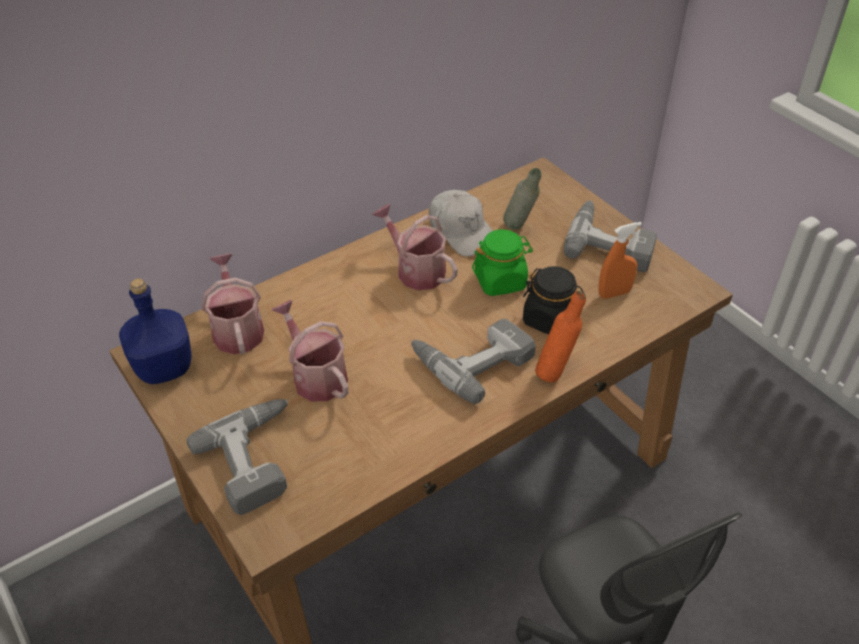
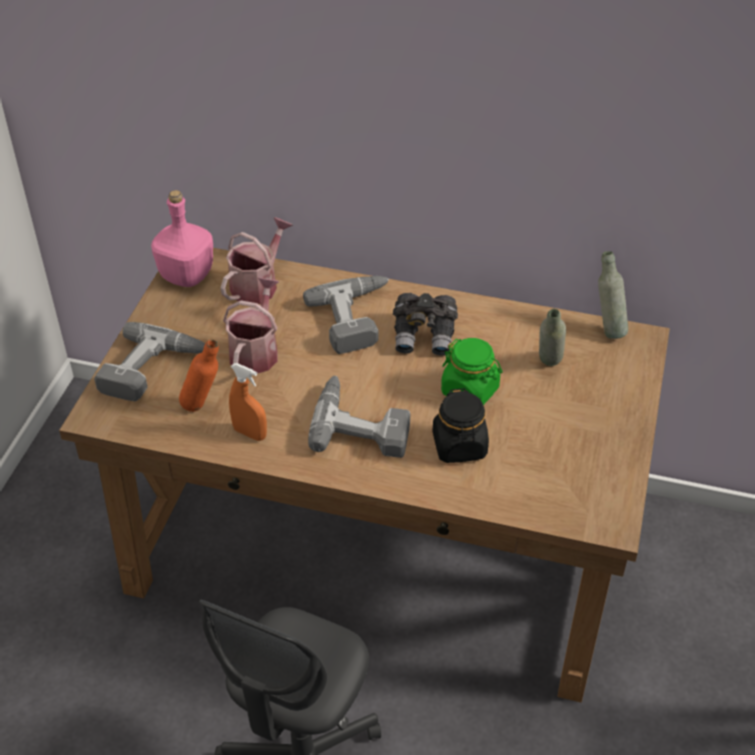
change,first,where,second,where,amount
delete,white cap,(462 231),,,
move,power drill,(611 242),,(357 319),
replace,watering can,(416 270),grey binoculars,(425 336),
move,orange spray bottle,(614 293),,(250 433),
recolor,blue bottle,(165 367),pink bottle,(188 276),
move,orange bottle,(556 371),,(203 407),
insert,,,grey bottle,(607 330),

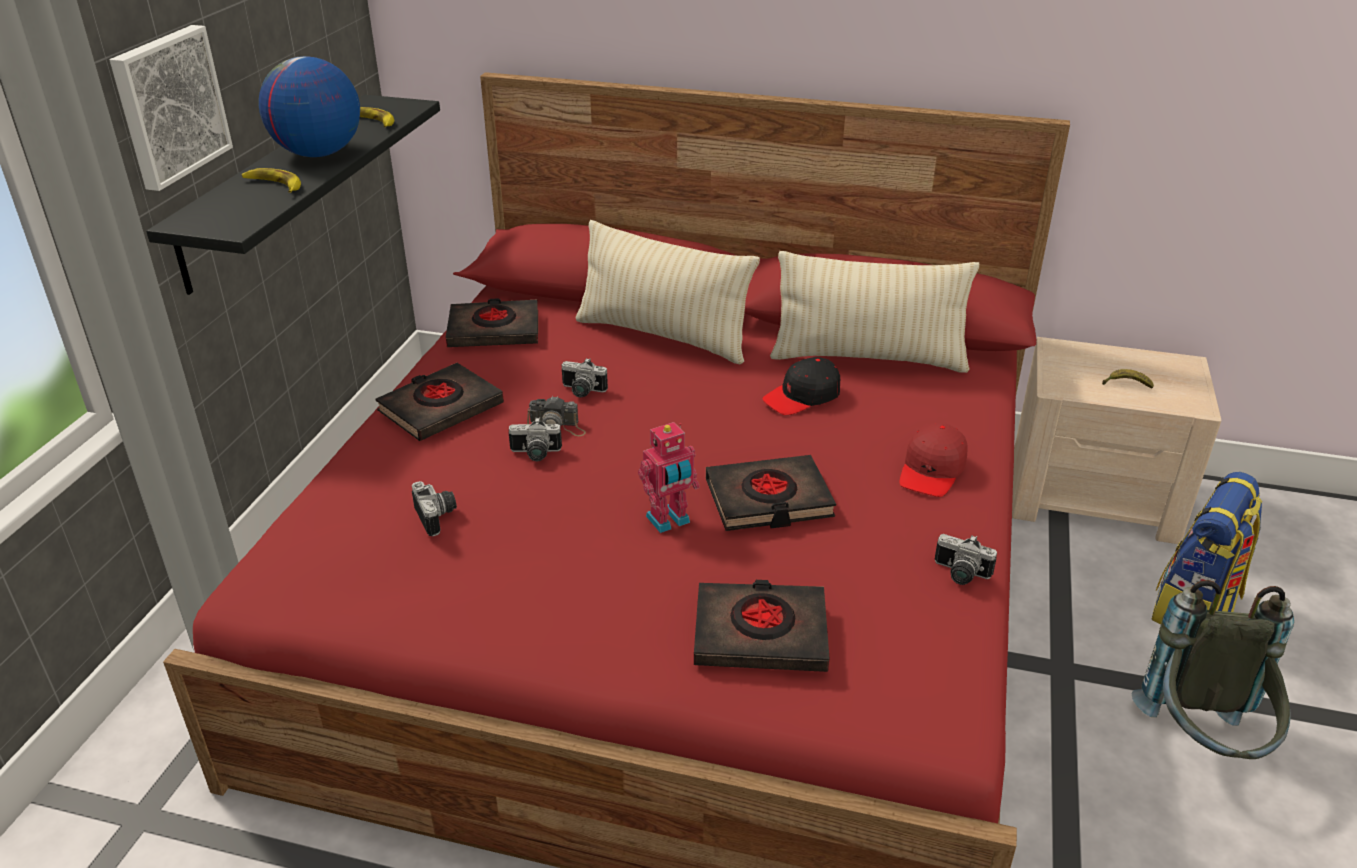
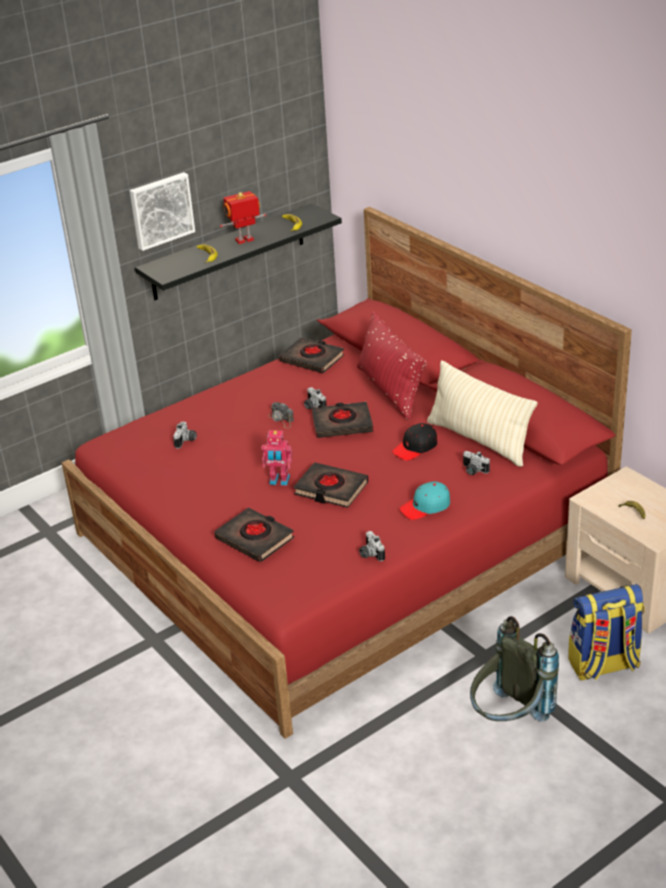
change,first,where,second,where,amount
replace,globe,(318 154),toy robot,(245 240),
recolor,beige pillow,(663 336),red pillow,(390 390),
rotate,black cap,(802 397),,(415 448),45 degrees counterclockwise
move,black book,(440 408),,(342 424),
move,photo camera,(535 454),,(473 471),
recolor,red cap,(932 470),turquoise cap,(425 507),

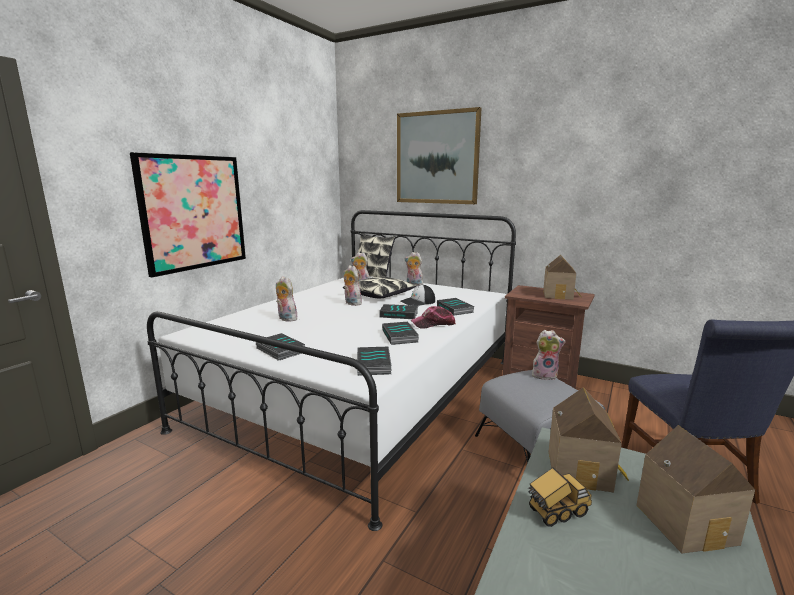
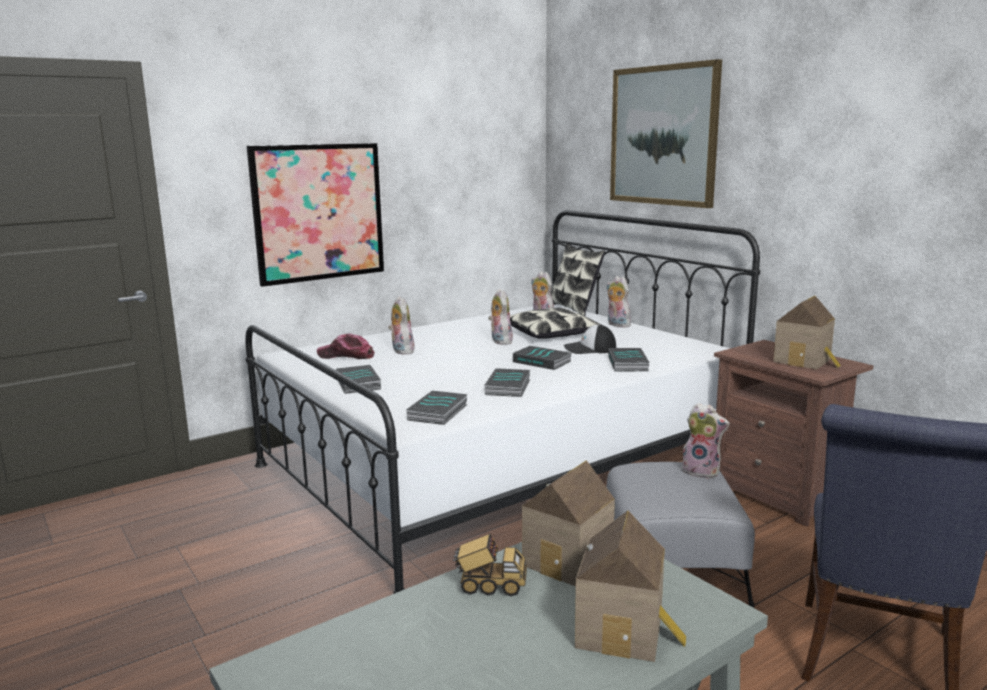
change,first,where,second,where,amount
move,cap,(433 324),,(346 356),

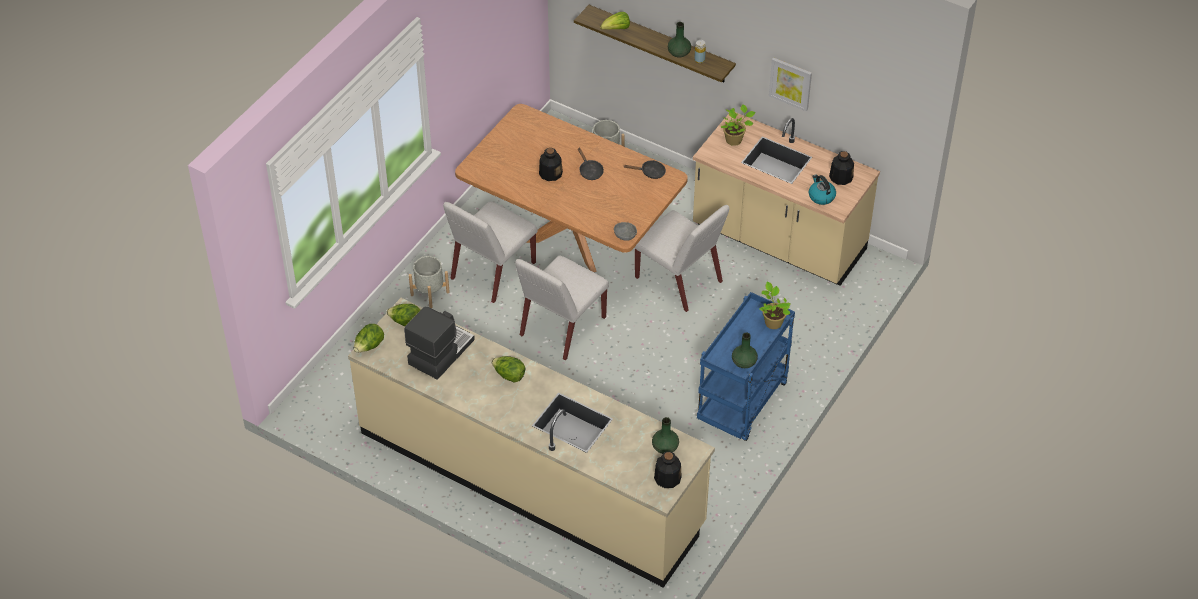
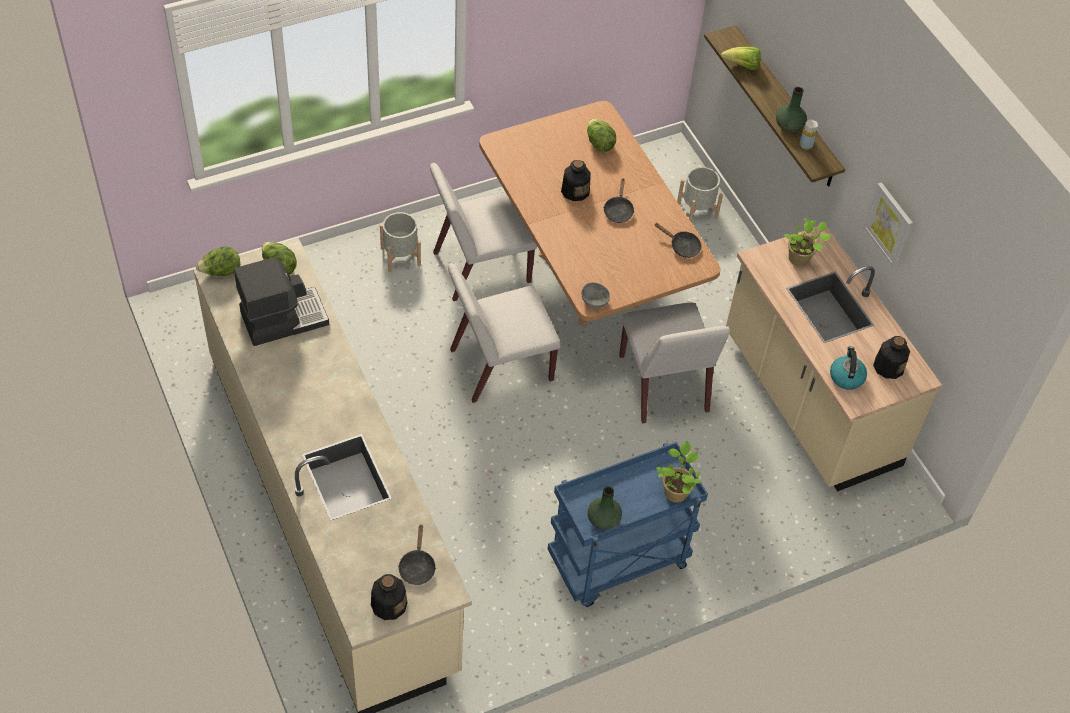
change,first,where,second,where,amount
move,lettuce,(509 375),,(599 143),
replace,green vase,(664 447),black frying pan,(417 566),

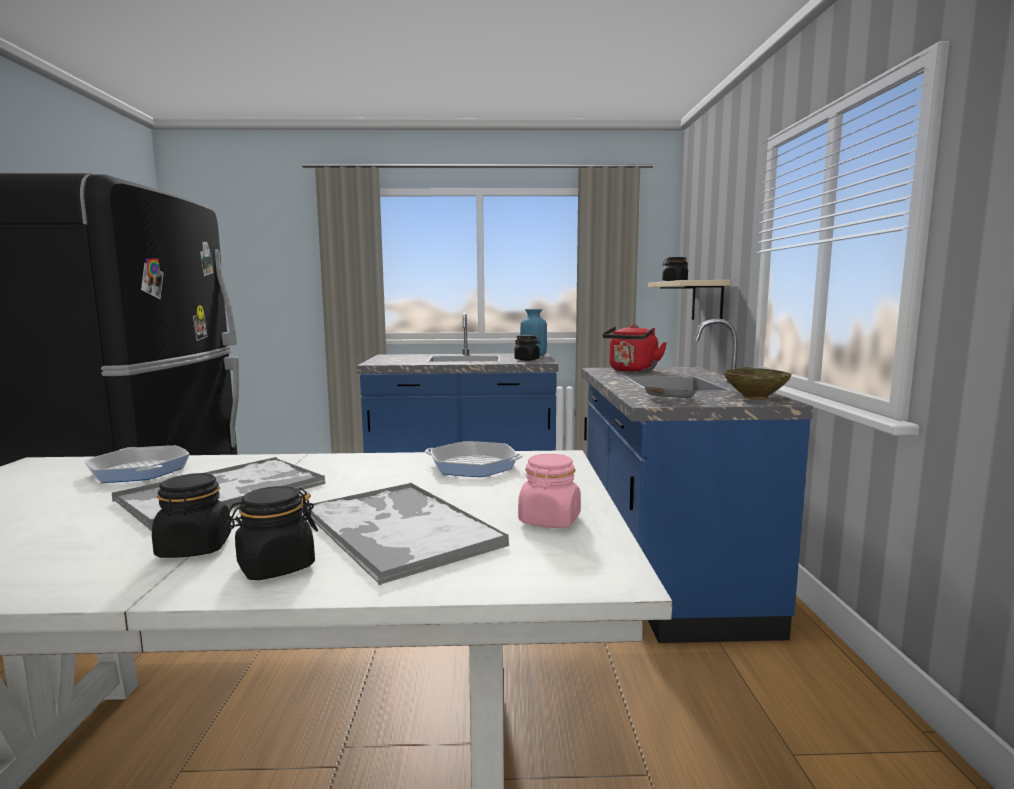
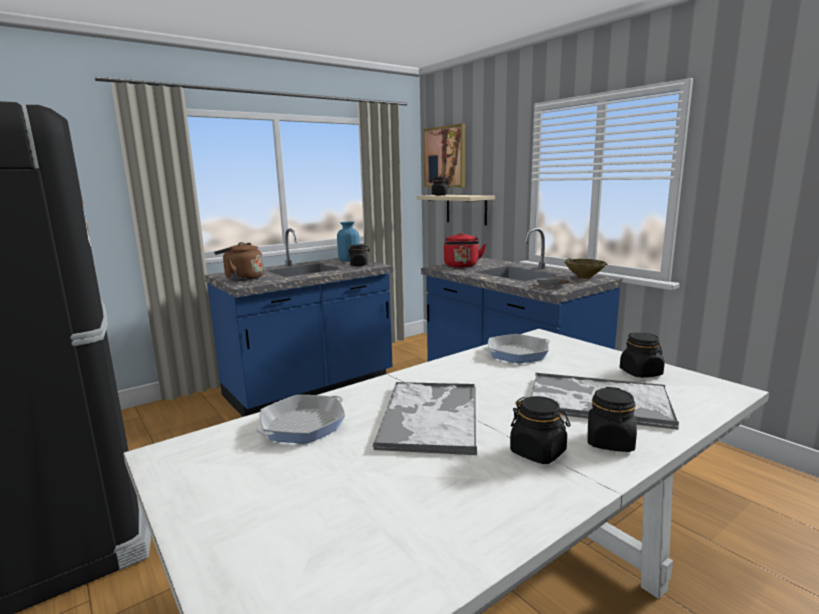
change,first,where,second,where,amount
rotate,frying pan,(139 471),,(303 425),120 degrees clockwise
recolor,pink jar,(549 520),black jar,(641 373),
insert,,,picture,(445 157),
insert,,,brown kettle,(242 278),

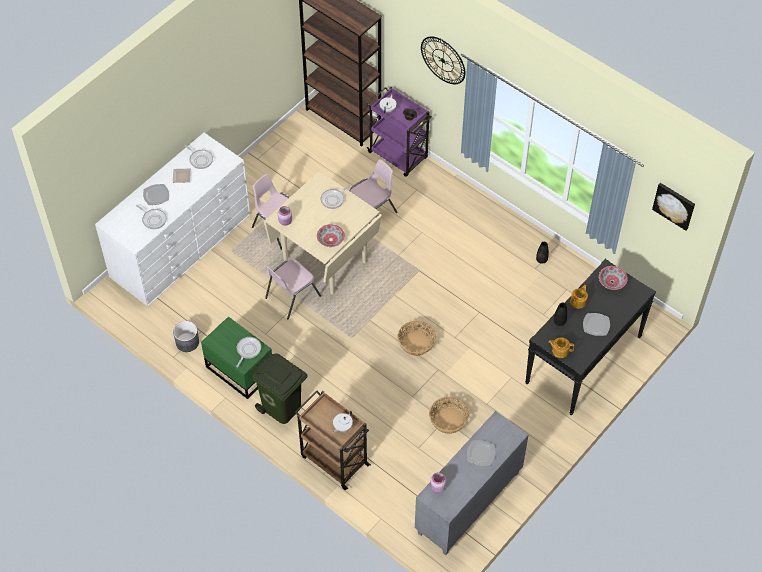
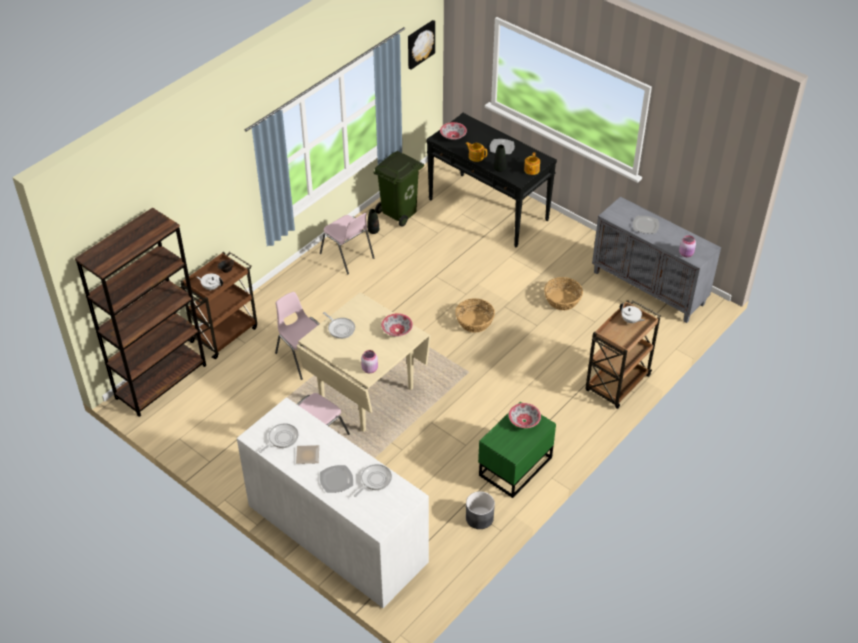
change,first,where,second,where,amount
delete,wall clock,(443 60),,,
recolor,purple cart,(398 156),brown cart,(225 334),
move,pink chair,(291 297),,(347 256),
replace,frying pan,(248 350),bowl,(524 421),
move,green trash can,(281 407),,(399 212),

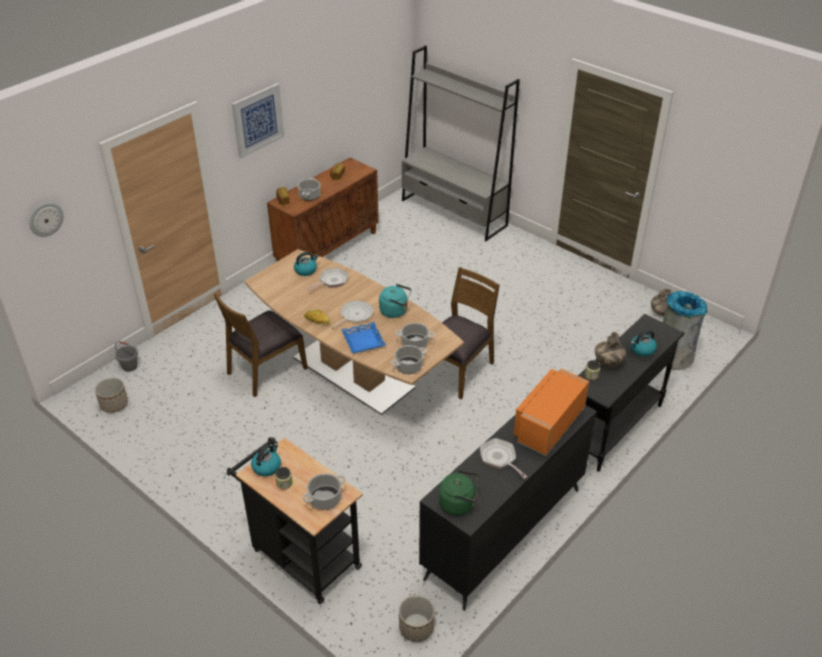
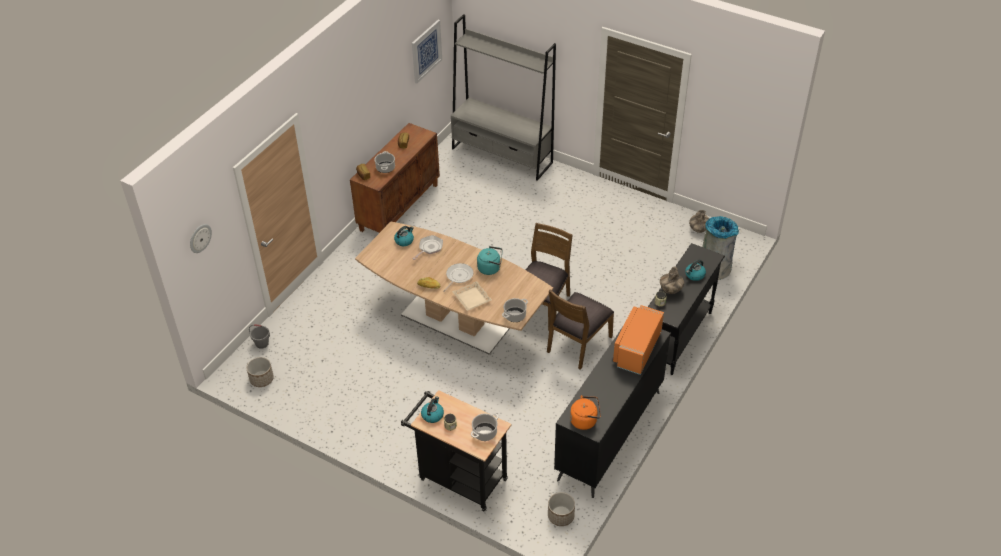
change,first,where,second,where,amount
move,picture,(258 120),,(426 51),
move,brown chair,(266 370),,(578 344),
recolor,blue tray,(363 340),beige tray,(472 298),
delete,cooking pot,(415 343),,,
delete,frying pan,(499 458),,,
recolor,green kettle,(459 504),orange kettle,(585 420),

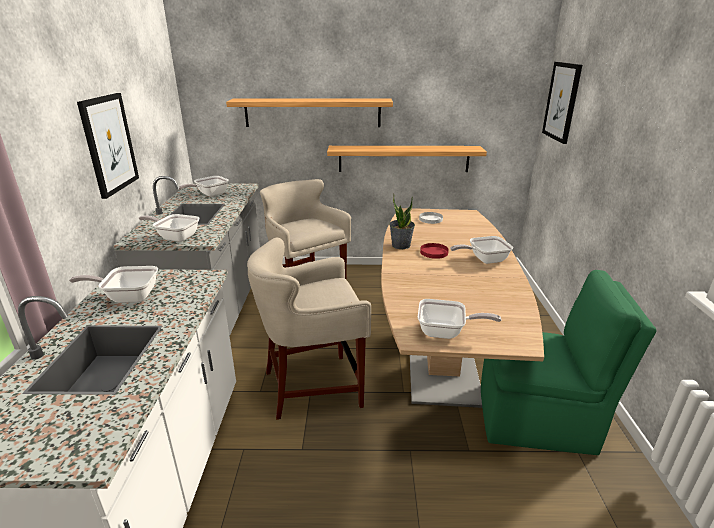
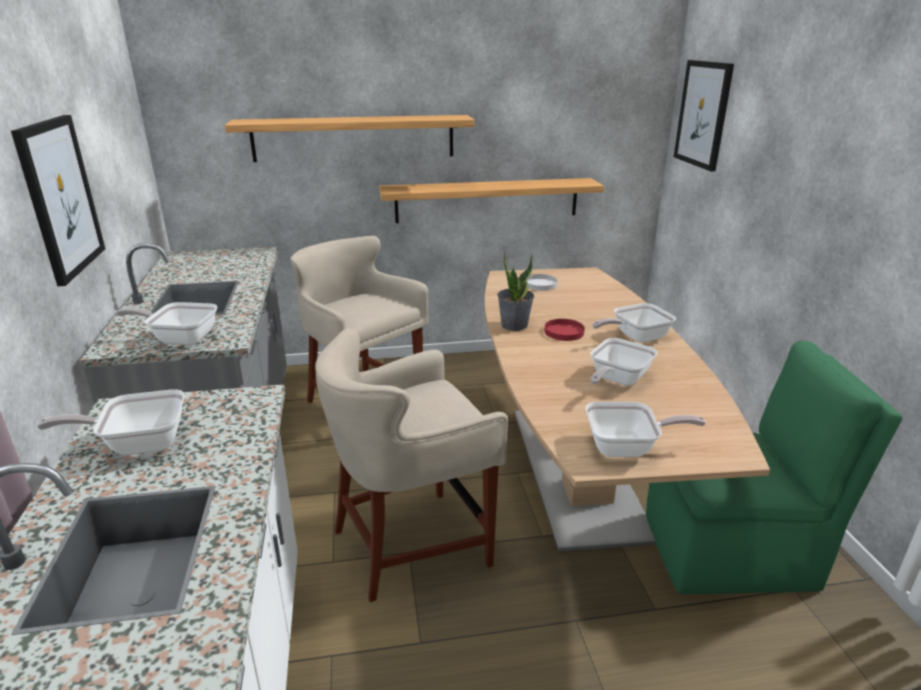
change,first,where,second,where,amount
move,frying pan,(209 194),,(617 380),

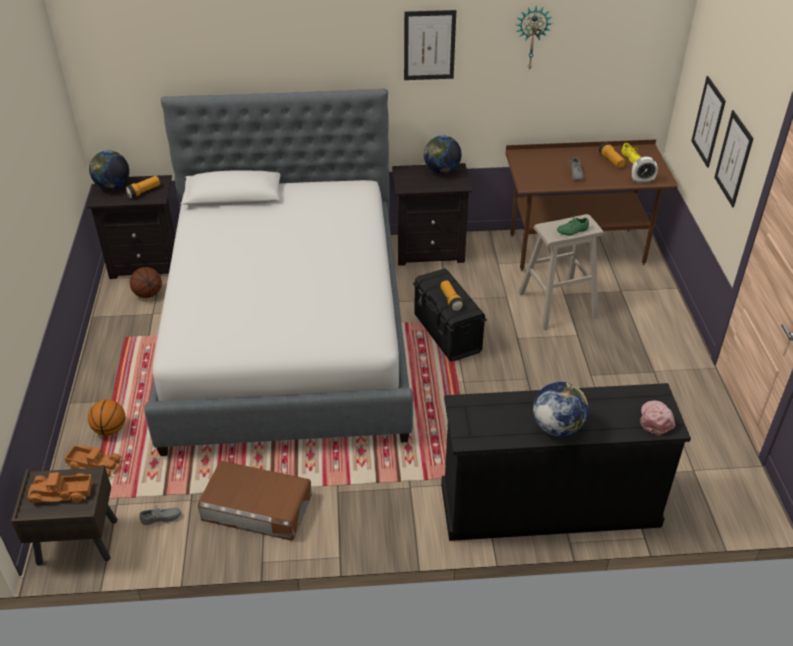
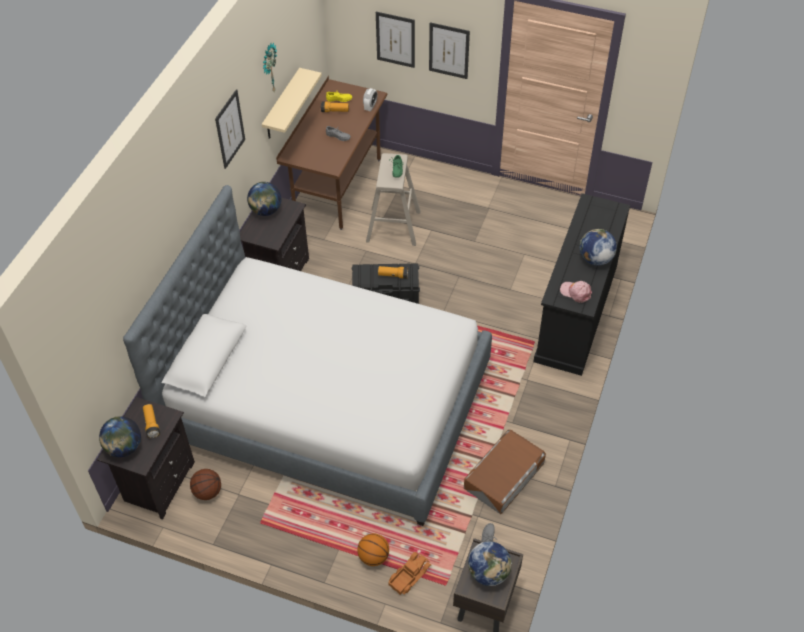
change,first,where,second,where,amount
move,pink cap,(656 419),,(576 292),
replace,toy truck,(62 493),globe,(488 573),
insert,,,beige shelf,(282 105),

